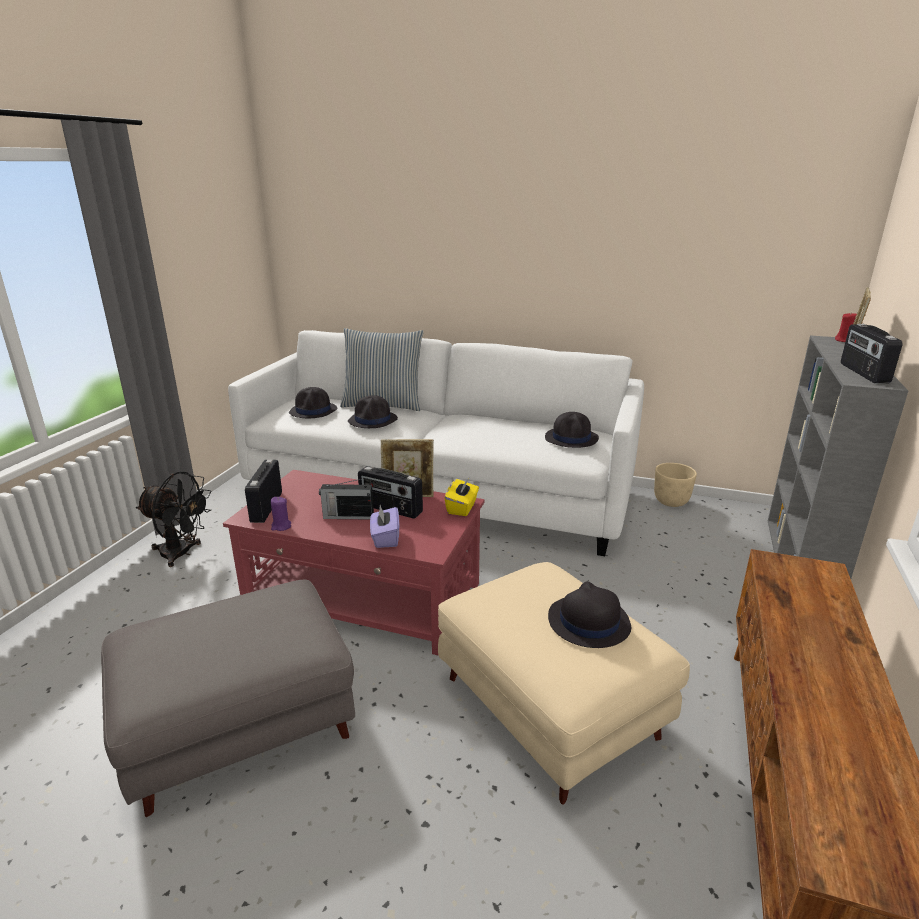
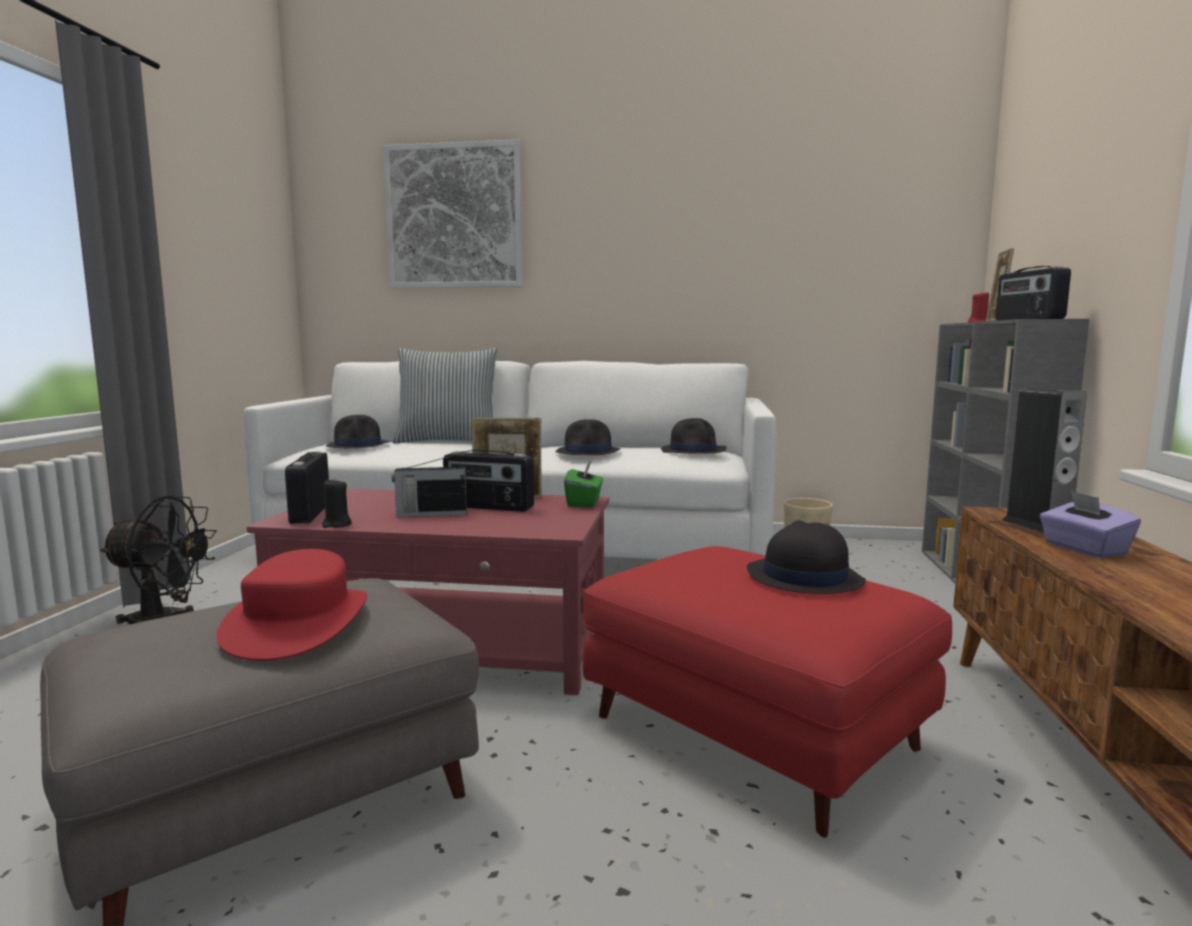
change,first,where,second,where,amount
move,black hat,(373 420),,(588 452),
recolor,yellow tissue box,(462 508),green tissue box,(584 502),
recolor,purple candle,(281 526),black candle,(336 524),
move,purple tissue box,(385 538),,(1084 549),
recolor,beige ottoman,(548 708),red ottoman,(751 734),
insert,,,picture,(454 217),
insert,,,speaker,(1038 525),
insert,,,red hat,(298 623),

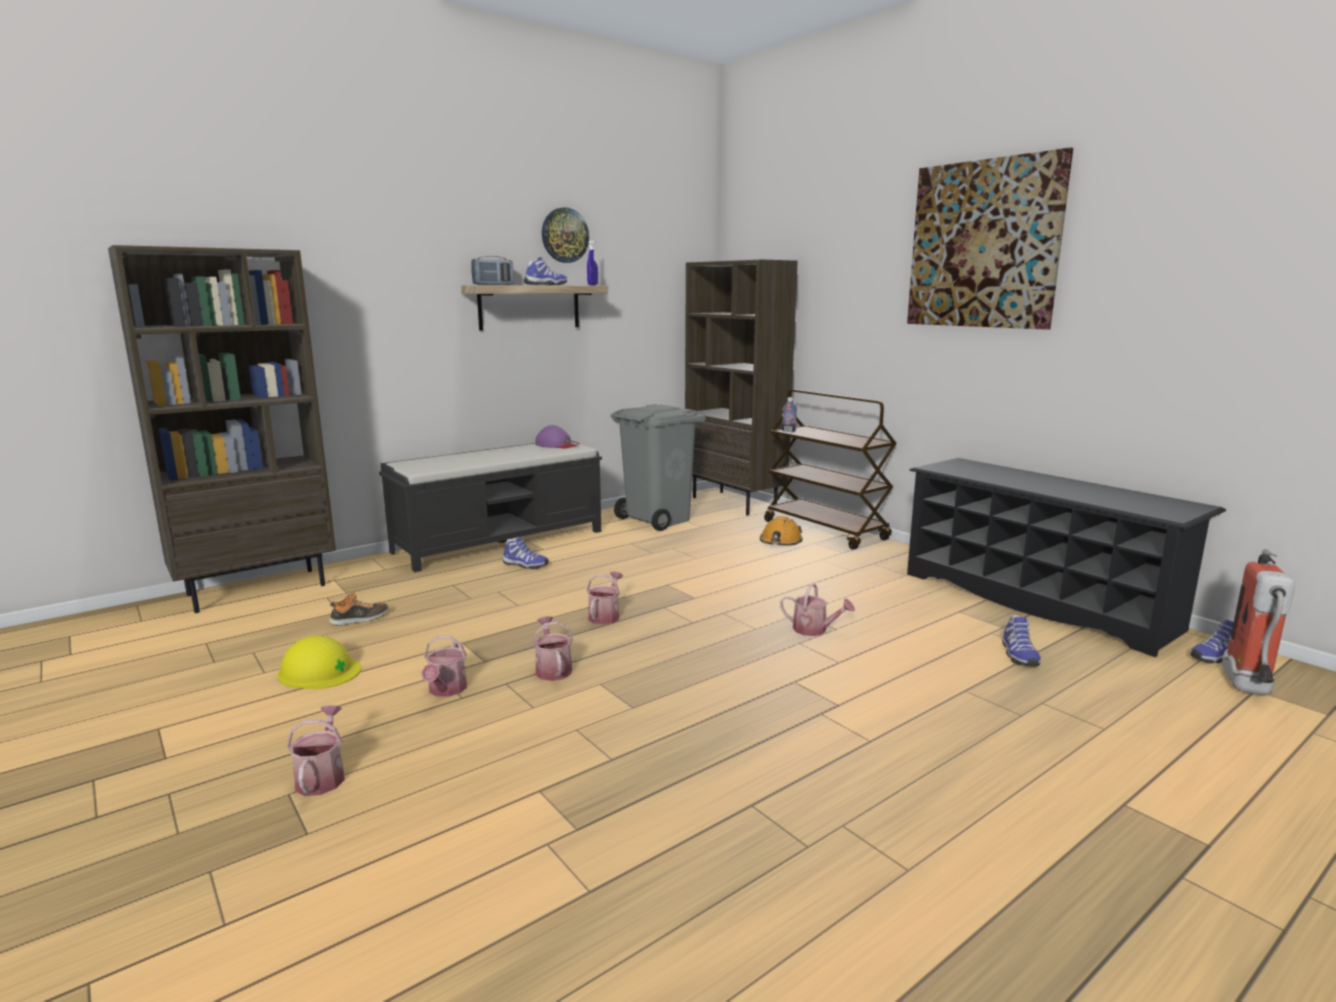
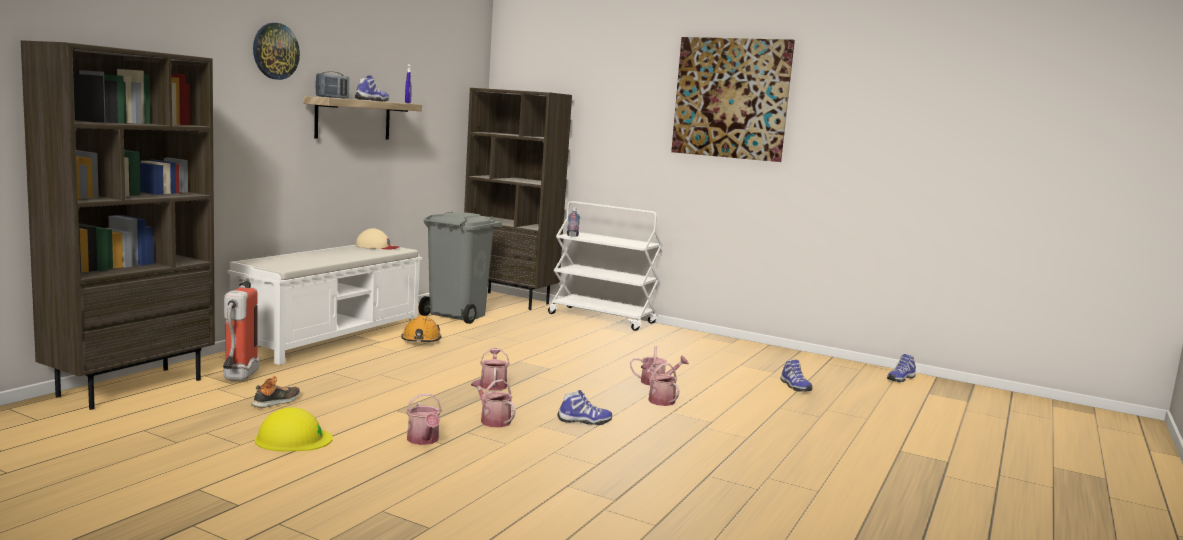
change,first,where,second,where,amount
move,wall clock,(564 235),,(275 51),
recolor,brown cart,(826 530),white cart,(603 318),
recolor,purple cap,(556 445),beige cap,(376 246),
recolor,black bench,(501 541),white bench,(332 337),
delete,black shoe rack,(1037 600),,,
move,orange hard hat,(780 542),,(421 340),
move,shoe,(524 565),,(584 421),
move,fire extinguisher,(1248 688),,(238 378),
move,watering can,(322 776),,(659 399),

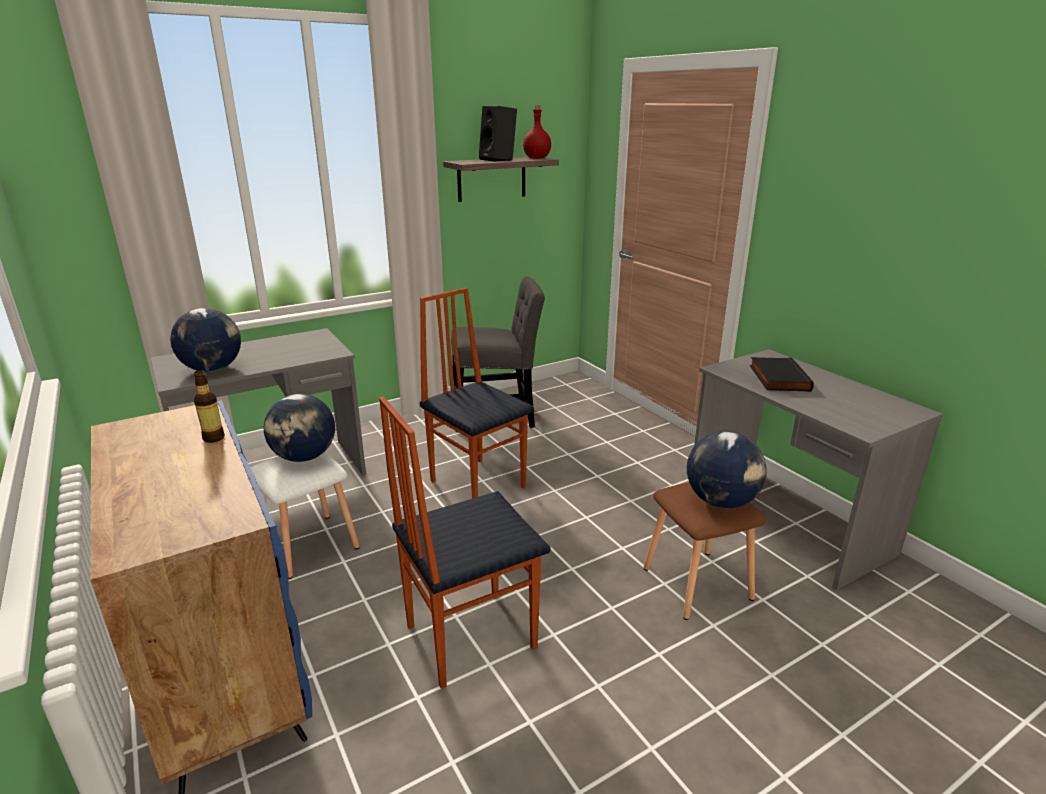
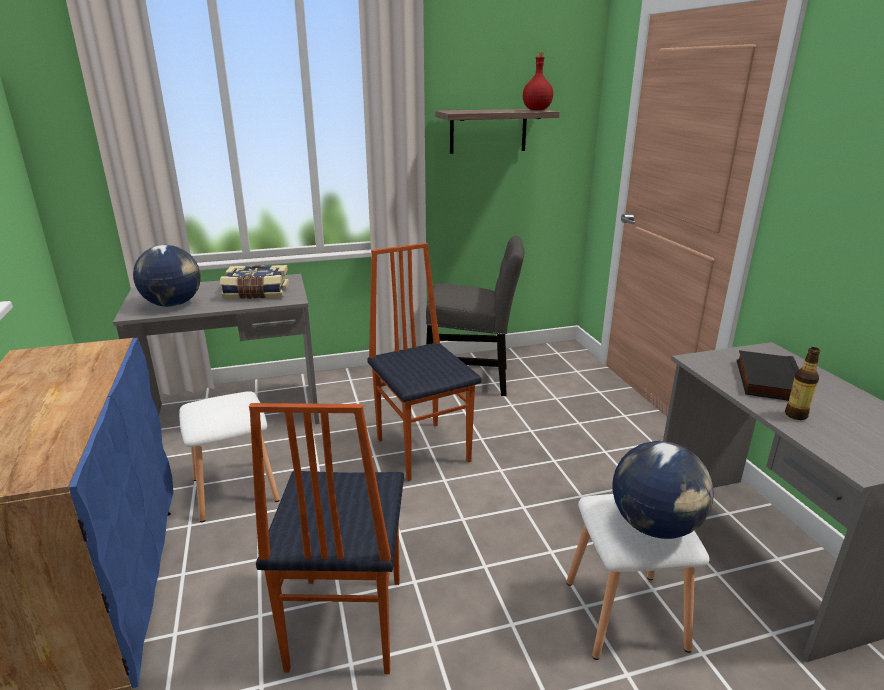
change,first,where,second,where,amount
delete,black speaker,(499 160),,,
move,bottle,(213 438),,(796 415),
delete,globe,(304 457),,,
rotate,chair,(469 635),,(343 624),75 degrees counterclockwise
recolor,brown stool,(695 582),white stool,(623 613),
insert,,,book,(256 293),

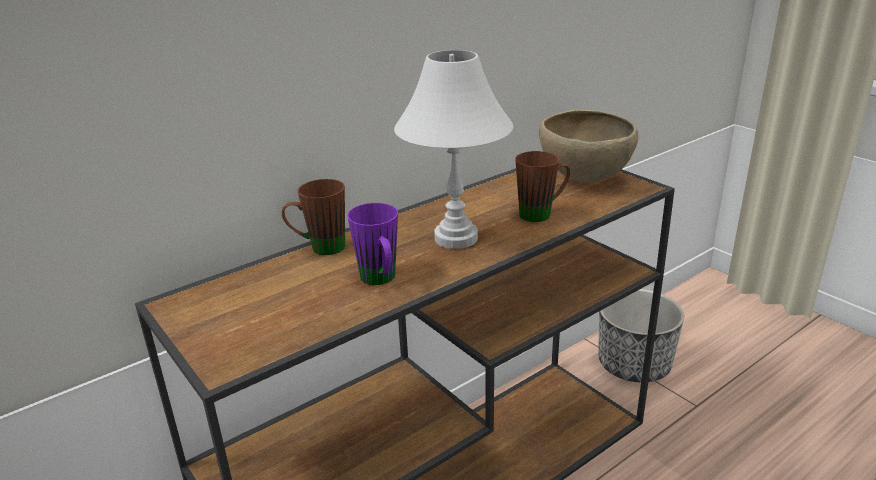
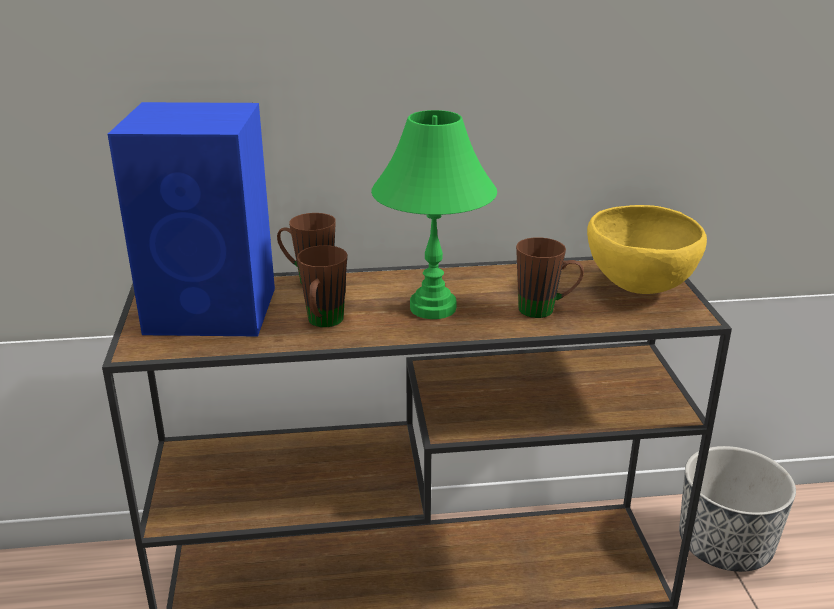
change,first,where,second,where,amount
recolor,white table lamp,(455 238),green table lamp,(432 308),
recolor,brown bowl,(584 180),yellow bowl,(638 289),
recolor,purple mug,(380 281),brown mug,(323 324),
insert,,,blue speaker,(215 311),

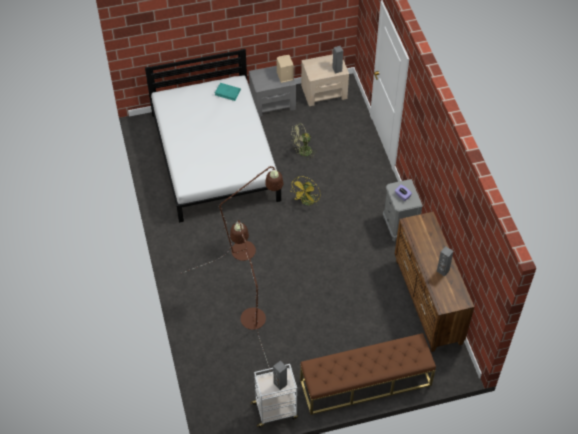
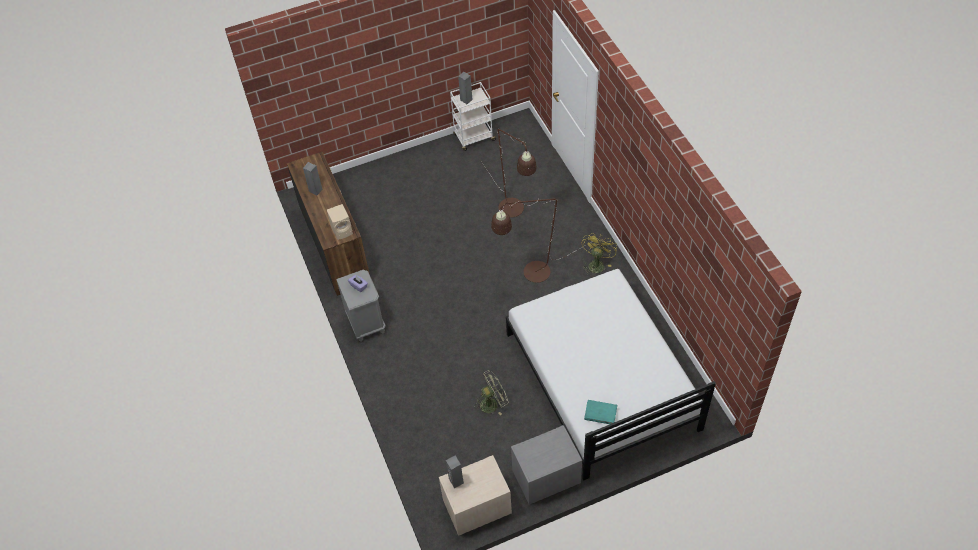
change,first,where,second,where,amount
move,beige speaker,(284 76),,(343 230),
move,yellow fan,(307 202),,(596 263),
delete,brown bench,(365 383),,,

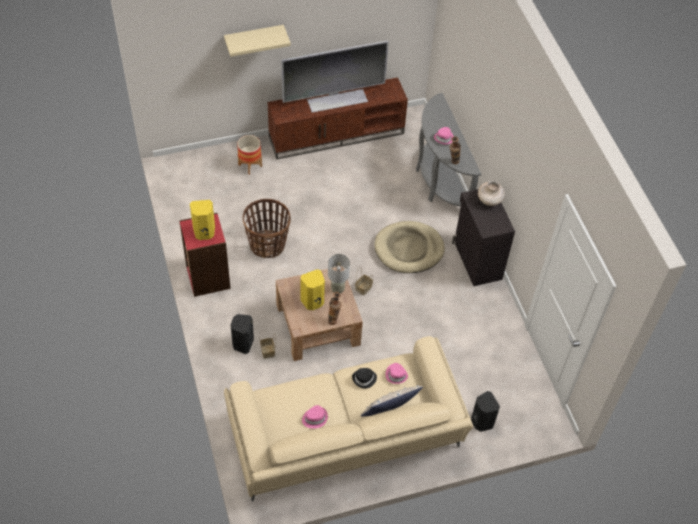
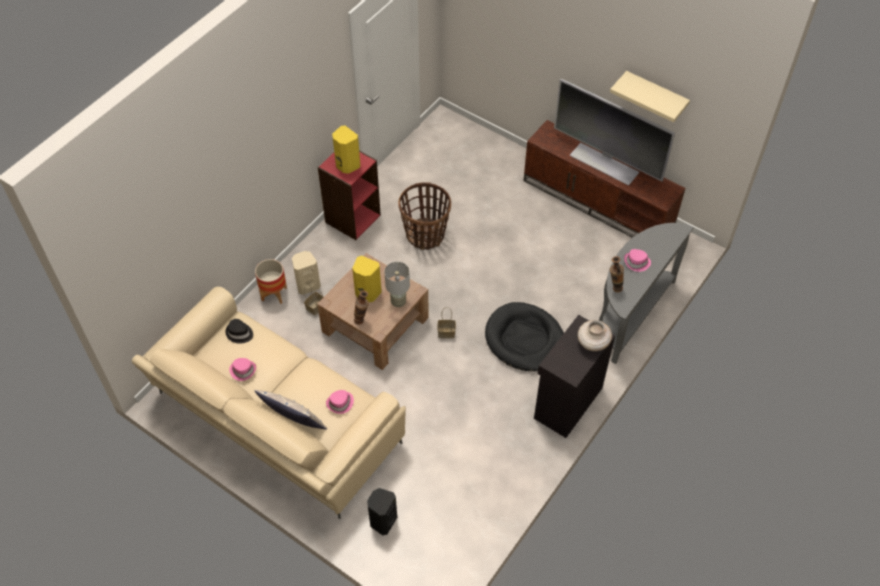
change,first,where,second,where,amount
move,beige shelf,(254 38),,(655 95),
move,planter,(250 165),,(274 294),
recolor,beige dog bed,(409 249),black dog bed,(525 339),
recolor,black speaker,(242 344),beige speaker,(307 285),
move,black hat,(364 379),,(239 333),

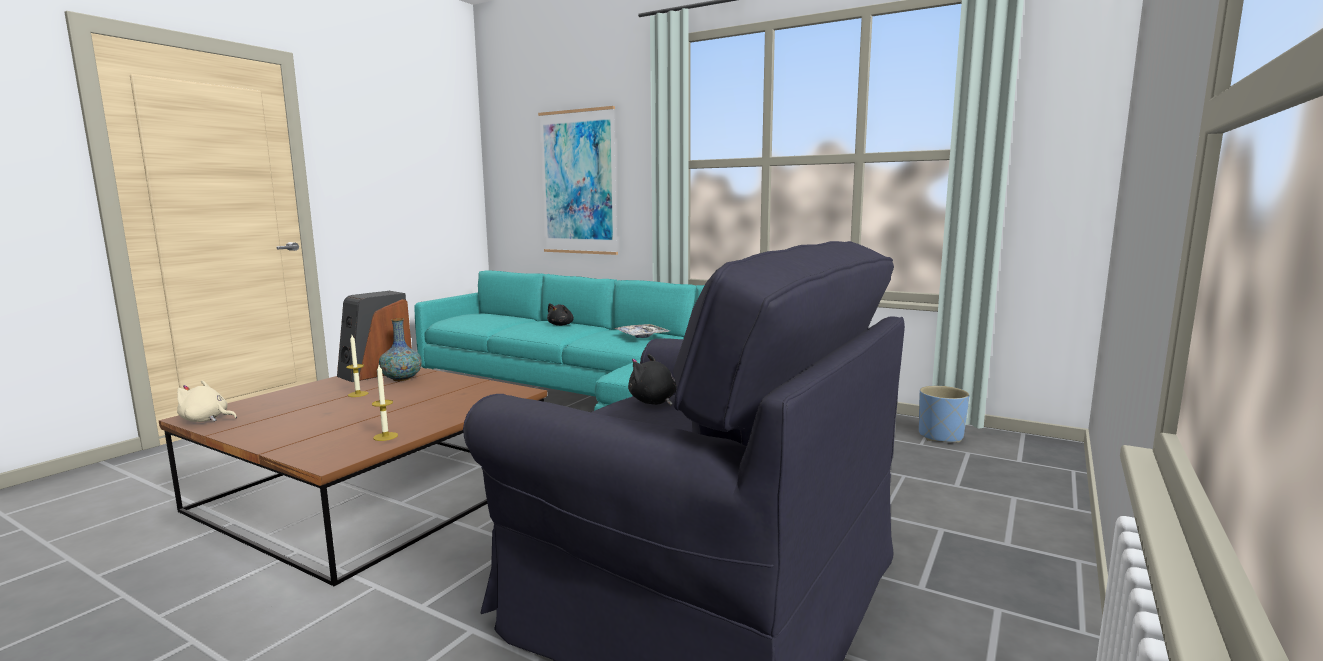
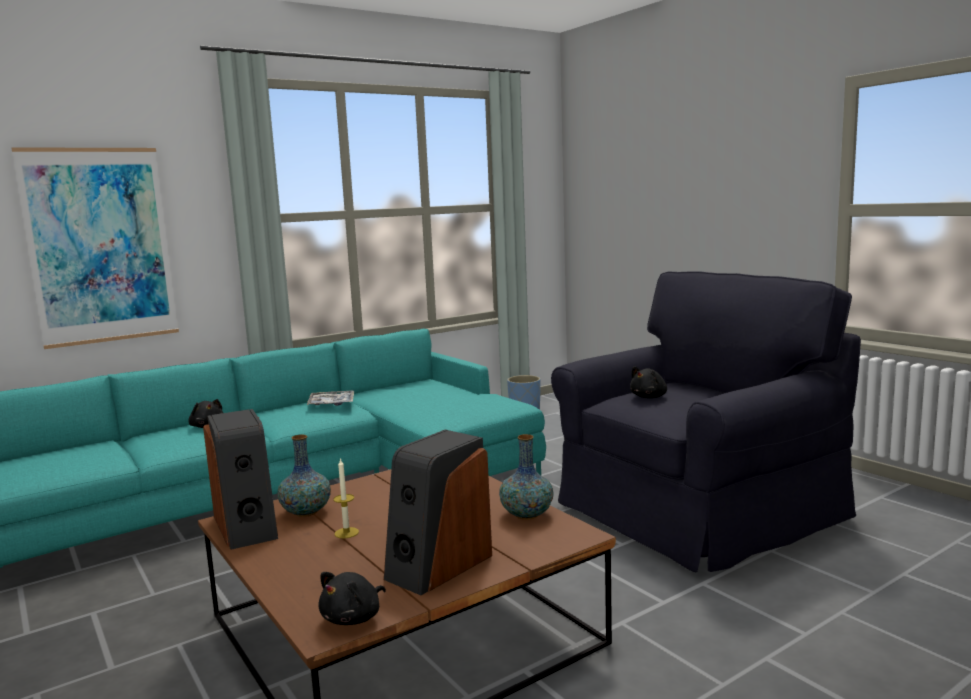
change,first,where,second,where,amount
replace,candle,(385 436),vase,(526 515),
recolor,beige plush toy,(206 420),black plush toy,(354 618),
insert,,,speaker,(438 566),

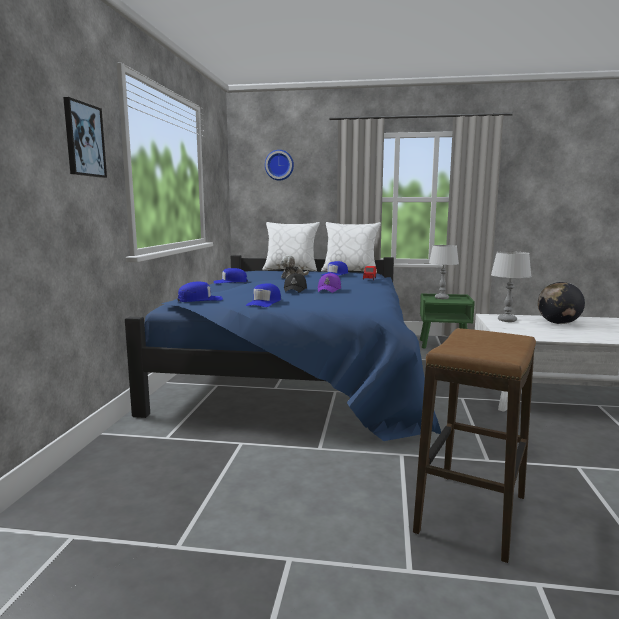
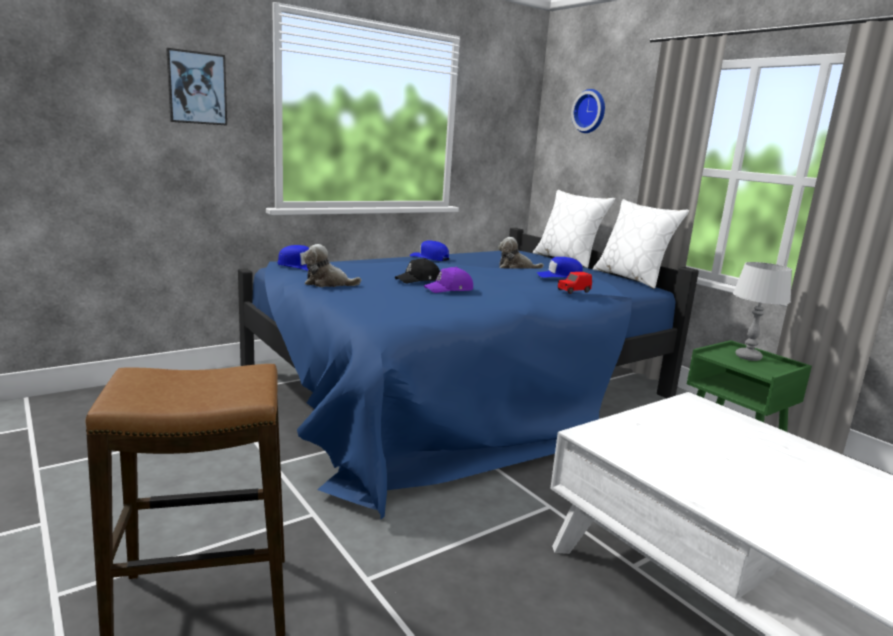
change,first,where,second,where,amount
delete,grey table lamp,(507 320),,,
delete,globe,(558 323),,,
replace,blue cap,(264 303),plush toy,(327 283),

